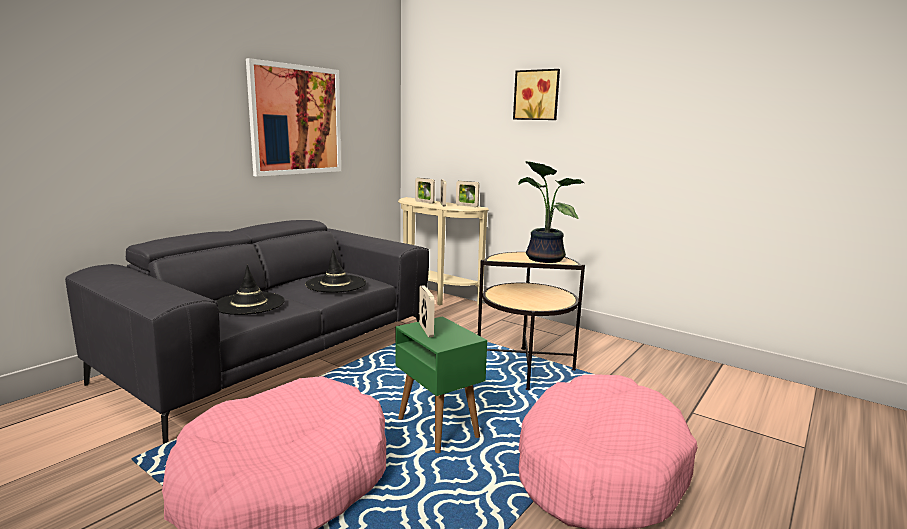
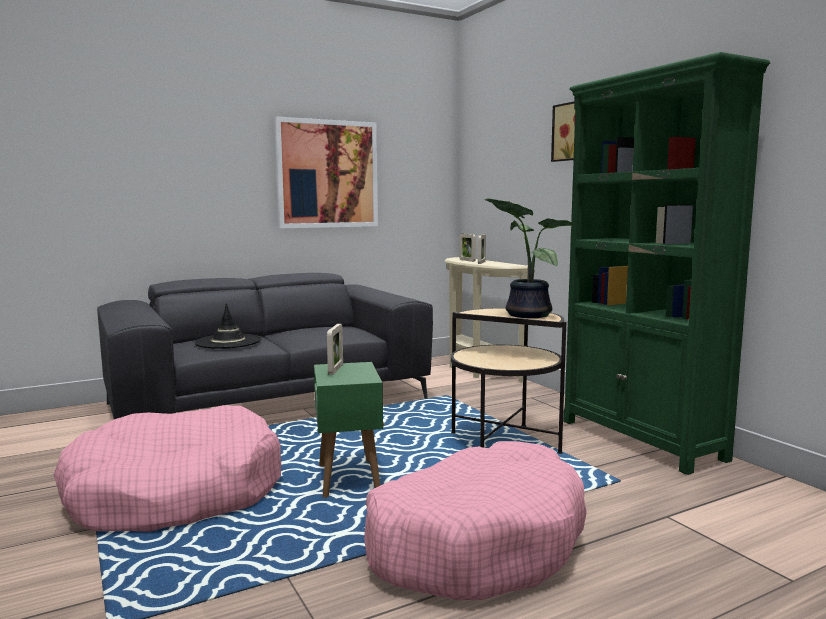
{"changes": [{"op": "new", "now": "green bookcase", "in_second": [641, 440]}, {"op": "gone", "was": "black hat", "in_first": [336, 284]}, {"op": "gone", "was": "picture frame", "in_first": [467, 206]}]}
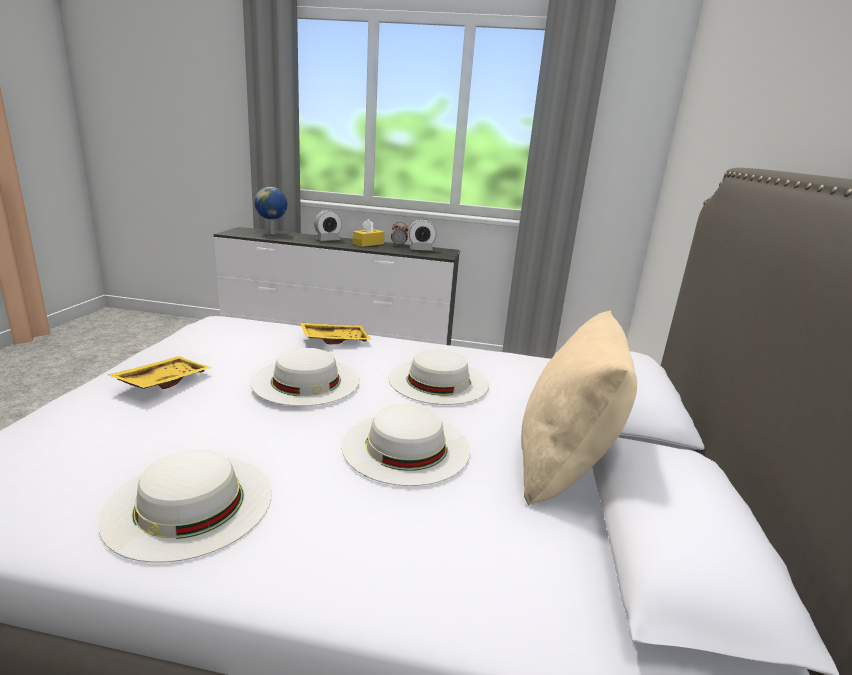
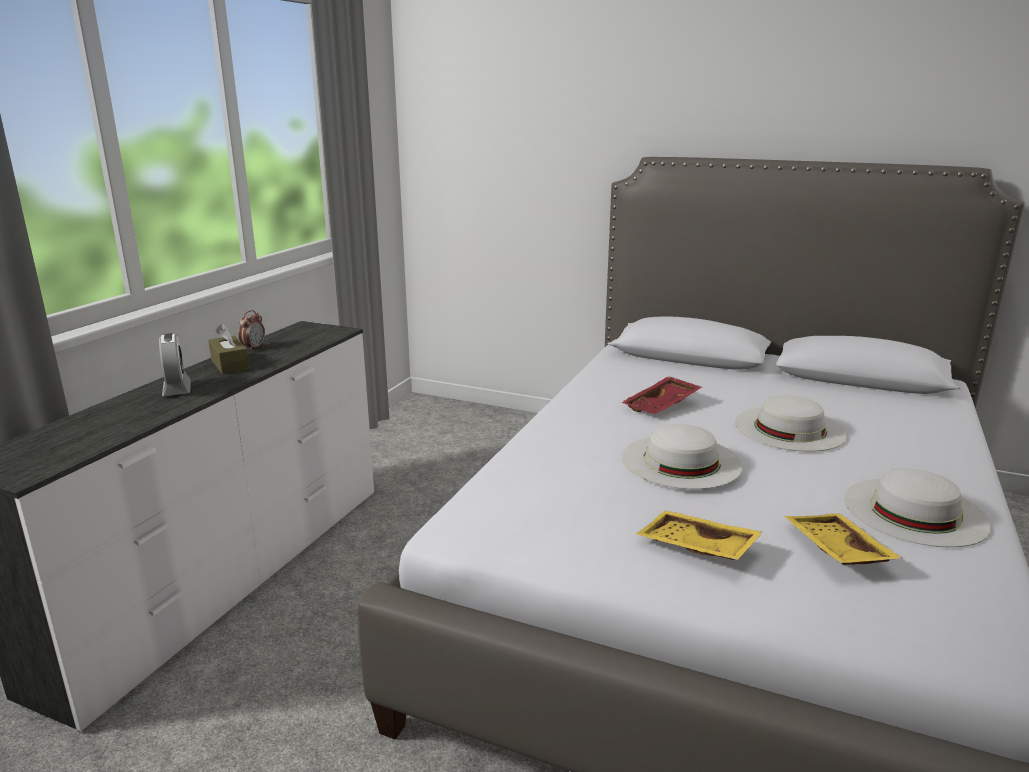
{"changes": [{"op": "repainted", "was": "yellow tissue box", "now": "brown tissue box", "in_first": [368, 244], "in_second": [230, 364]}, {"op": "swapped", "was": "white hat", "now": "red tray", "in_first": [438, 381], "in_second": [662, 405]}, {"op": "shifted", "was": "yellow tray", "in_first": [335, 339], "in_second": [835, 551]}, {"op": "gone", "was": "globe", "in_first": [272, 234]}, {"op": "gone", "was": "alarm clock", "in_first": [421, 249]}, {"op": "gone", "was": "beige pillow", "in_first": [563, 465]}]}
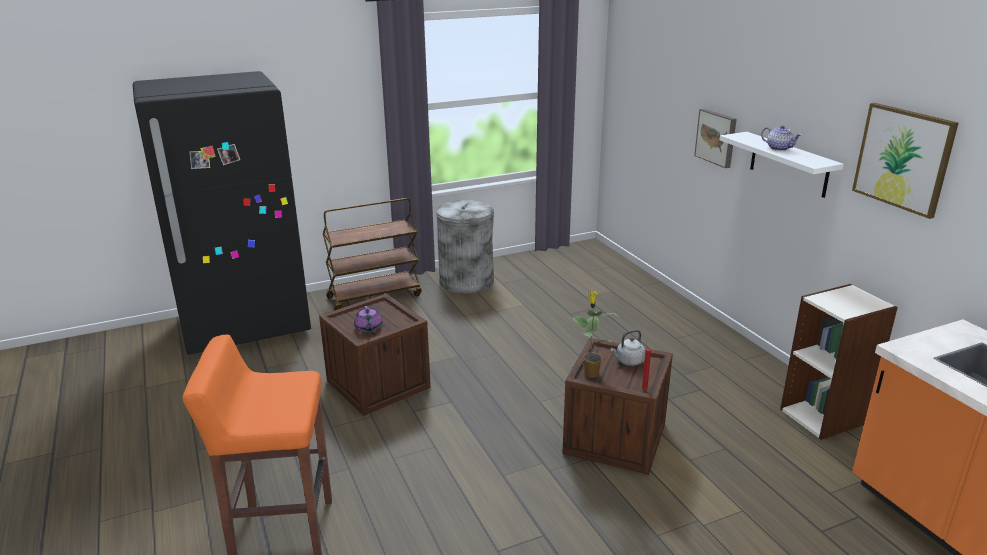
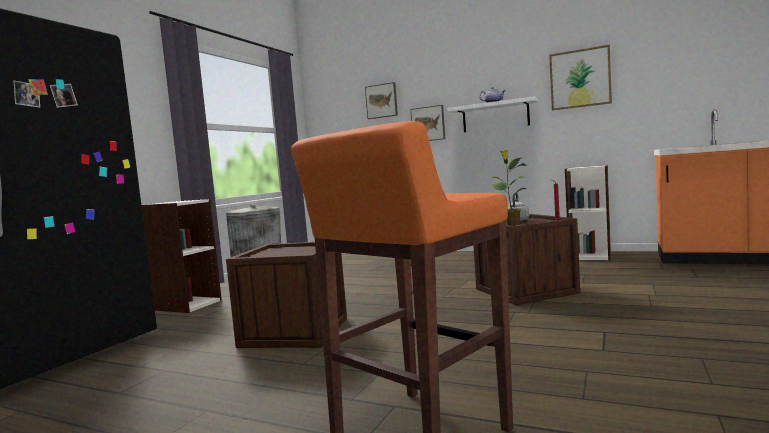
{"changes": [{"op": "swapped", "was": "brown cart", "now": "bookcase", "in_first": [375, 296], "in_second": [186, 305]}, {"op": "new", "now": "picture", "in_second": [382, 101]}, {"op": "gone", "was": "purple teapot", "in_first": [368, 328]}]}
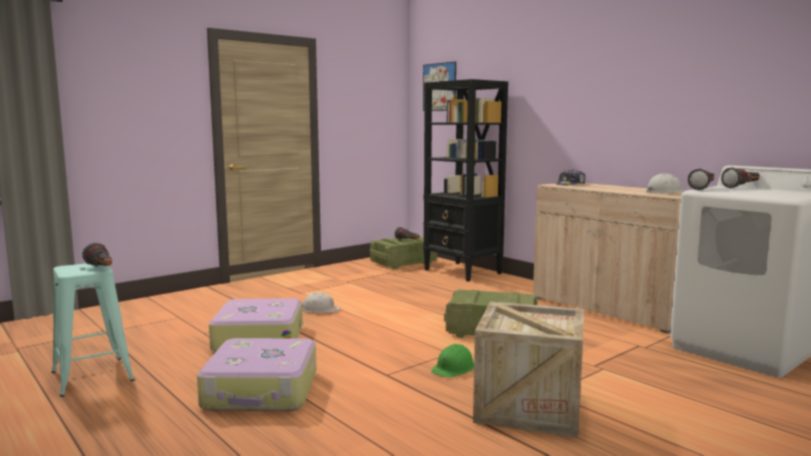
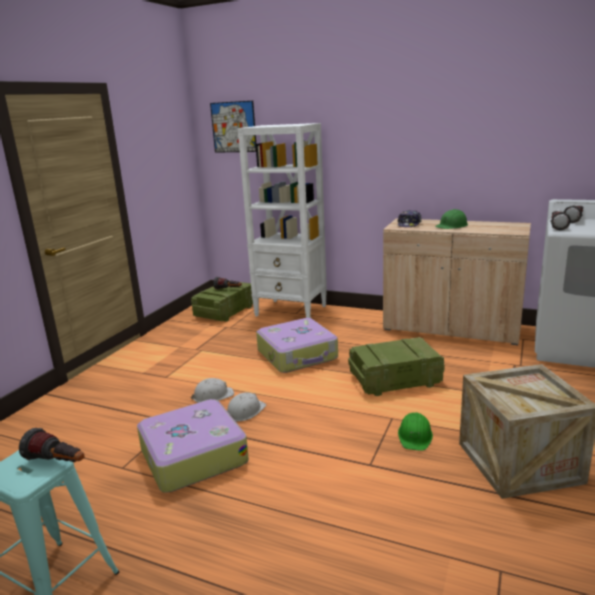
{"changes": [{"op": "shifted", "was": "white hard hat", "in_first": [664, 192], "in_second": [245, 411]}, {"op": "repainted", "was": "black bookcase", "now": "white bookcase", "in_first": [463, 272], "in_second": [291, 311]}, {"op": "shifted", "was": "suitcase", "in_first": [262, 391], "in_second": [298, 355]}, {"op": "new", "now": "green hard hat", "in_second": [452, 226]}]}
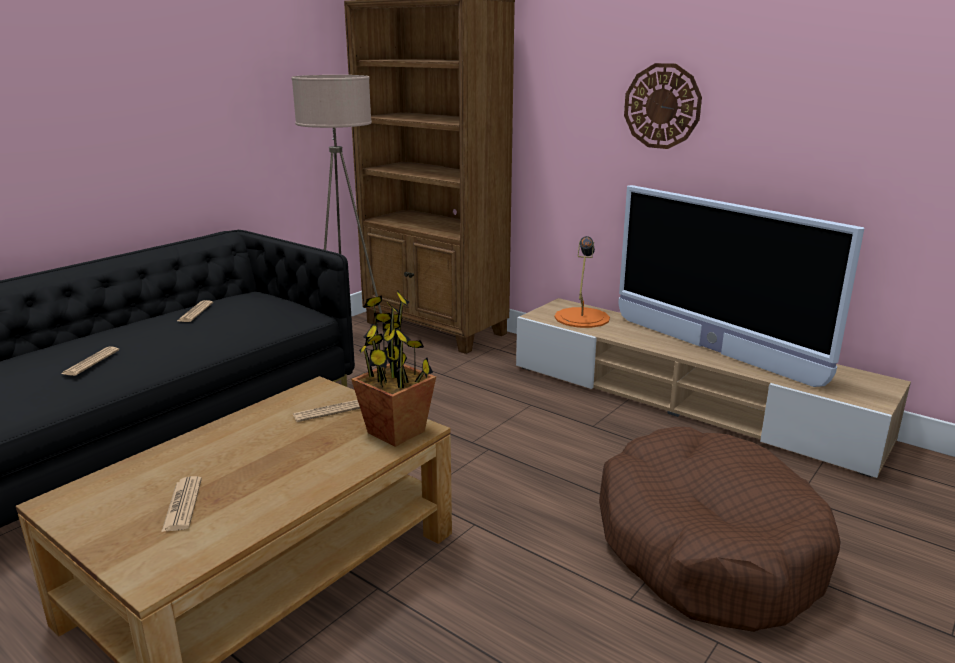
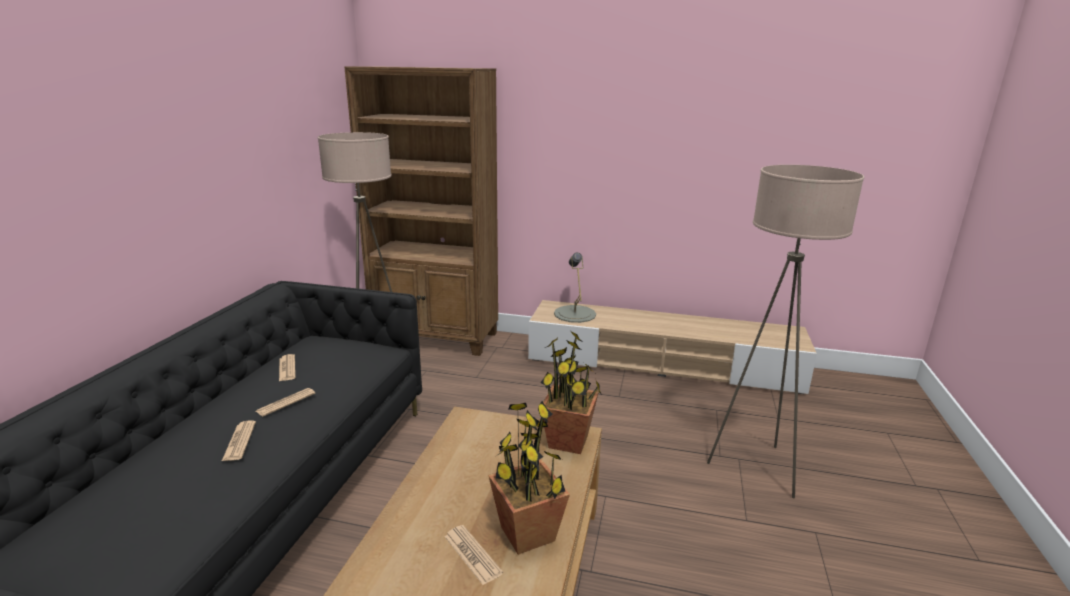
{"changes": [{"op": "shifted", "was": "newspaper", "in_first": [328, 411], "in_second": [286, 402]}, {"op": "new", "now": "potted plant", "in_second": [528, 534]}, {"op": "repainted", "was": "orange table lamp", "now": "grey table lamp", "in_first": [581, 317], "in_second": [574, 314]}, {"op": "swapped", "was": "brown dog bed", "now": "beige floor lamp", "in_first": [706, 546], "in_second": [757, 468]}, {"op": "gone", "was": "television", "in_first": [712, 350]}, {"op": "gone", "was": "wall clock", "in_first": [662, 106]}]}
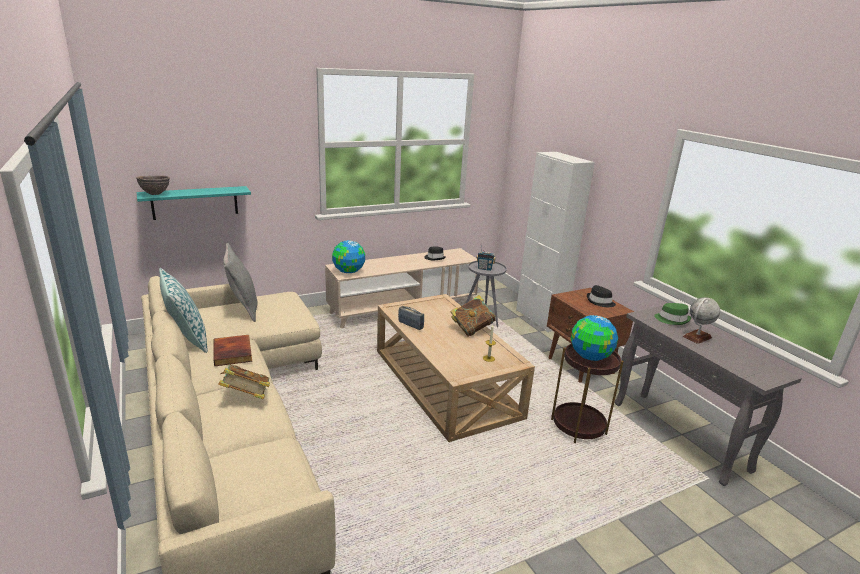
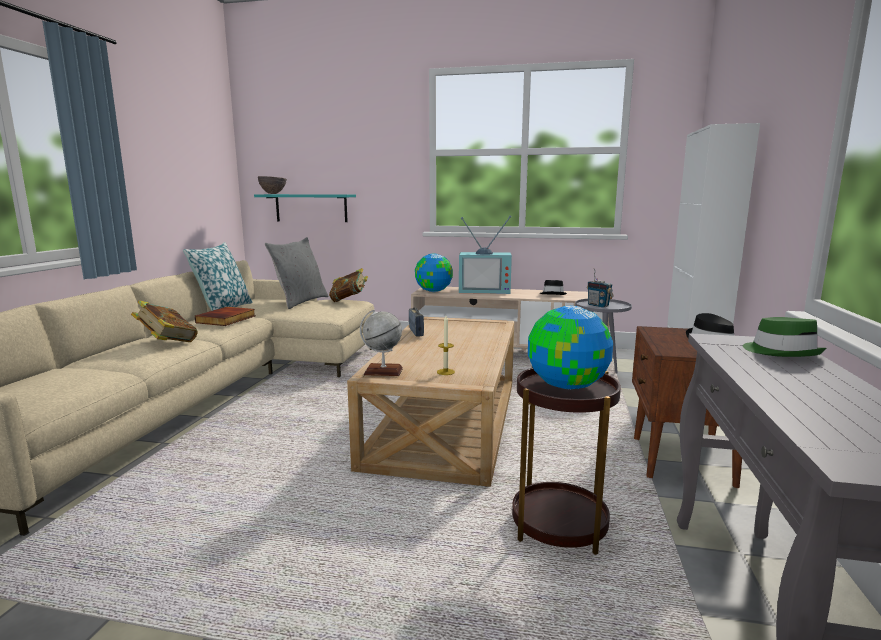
{"changes": [{"op": "shifted", "was": "book", "in_first": [472, 329], "in_second": [349, 300]}, {"op": "shifted", "was": "globe", "in_first": [697, 337], "in_second": [383, 371]}, {"op": "new", "now": "television", "in_second": [485, 290]}]}
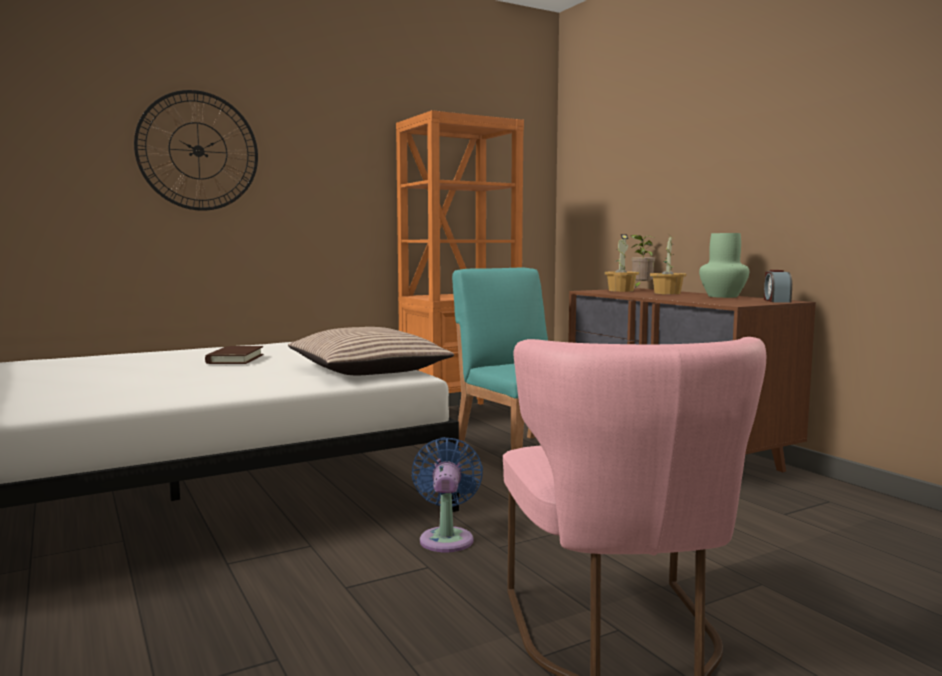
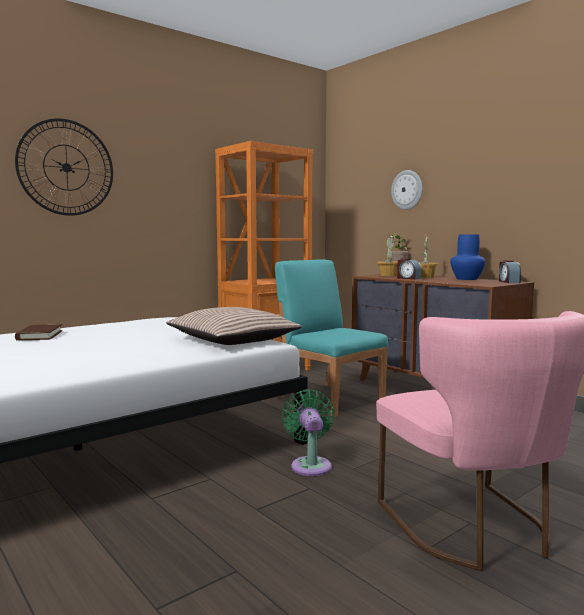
{"changes": [{"op": "shifted", "was": "brown book", "in_first": [235, 359], "in_second": [39, 335]}, {"op": "repainted", "was": "blue fan", "now": "green fan", "in_first": [447, 538], "in_second": [310, 465]}, {"op": "new", "now": "wall clock", "in_second": [407, 190]}, {"op": "new", "now": "alarm clock", "in_second": [408, 278]}, {"op": "repainted", "was": "green vase", "now": "blue vase", "in_first": [722, 296], "in_second": [466, 279]}]}
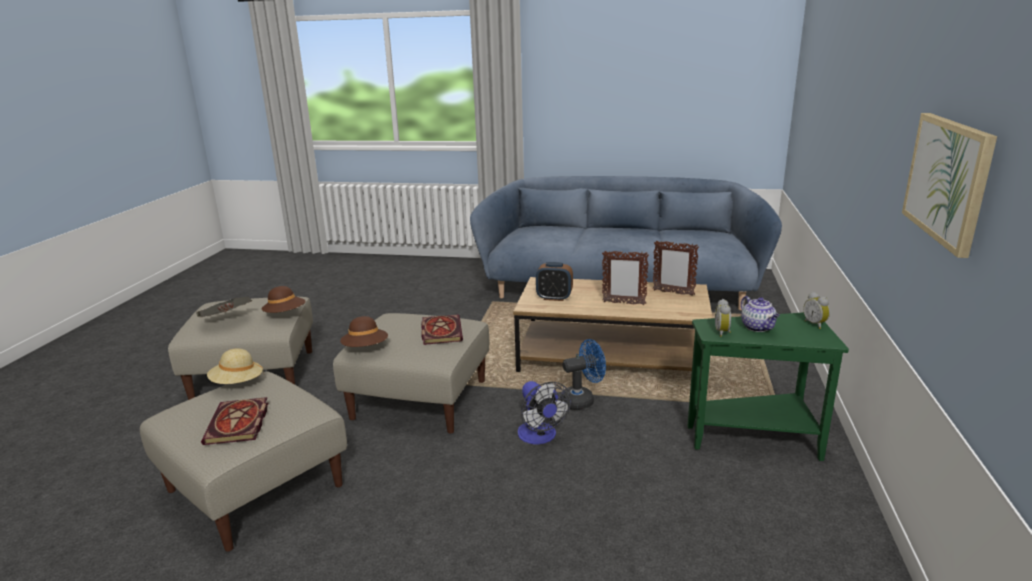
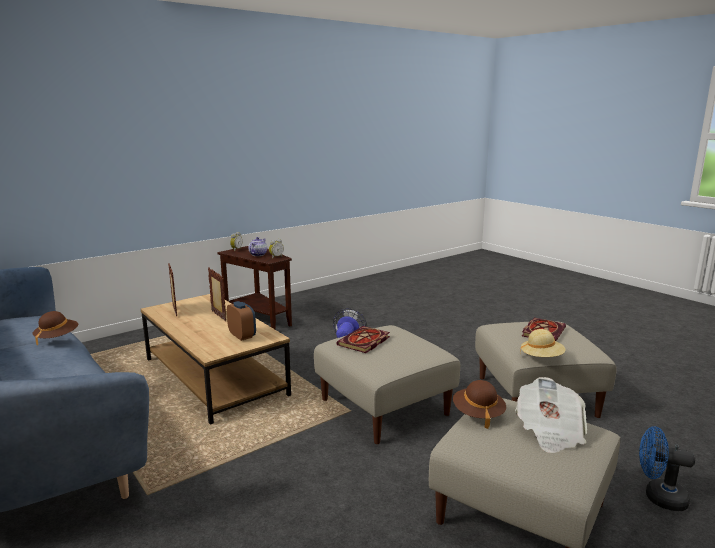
{"changes": [{"op": "shifted", "was": "brown hat", "in_first": [365, 348], "in_second": [57, 338]}, {"op": "repainted", "was": "green side table", "now": "brown side table", "in_first": [757, 438], "in_second": [259, 319]}, {"op": "shifted", "was": "blue fan", "in_first": [582, 400], "in_second": [658, 497]}, {"op": "gone", "was": "picture", "in_first": [948, 180]}]}
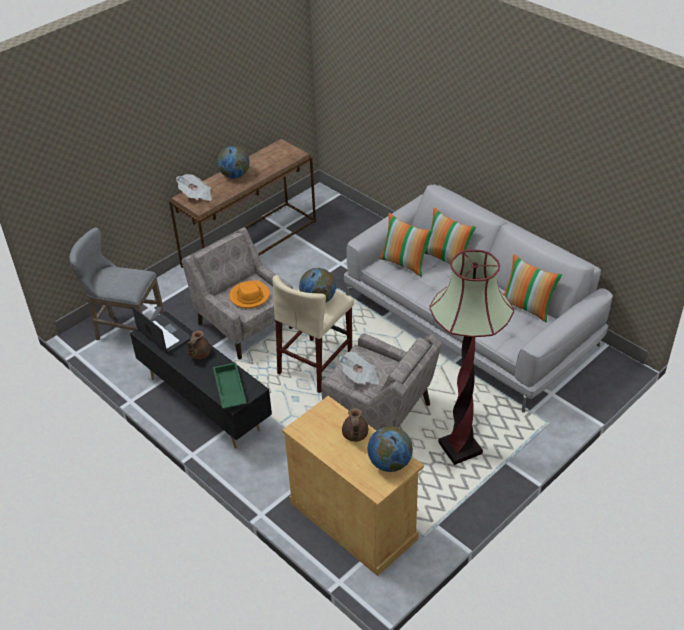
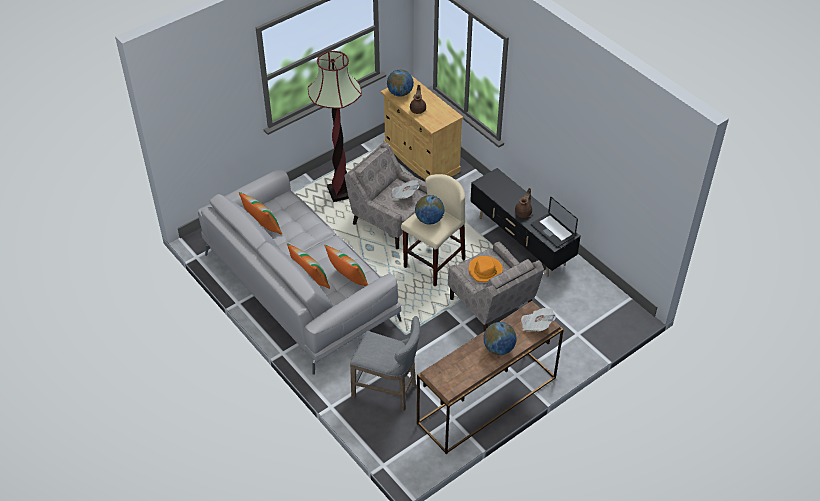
{"changes": [{"op": "shifted", "was": "grey stool", "in_first": [127, 331], "in_second": [388, 391]}, {"op": "gone", "was": "green tray", "in_first": [229, 390]}]}
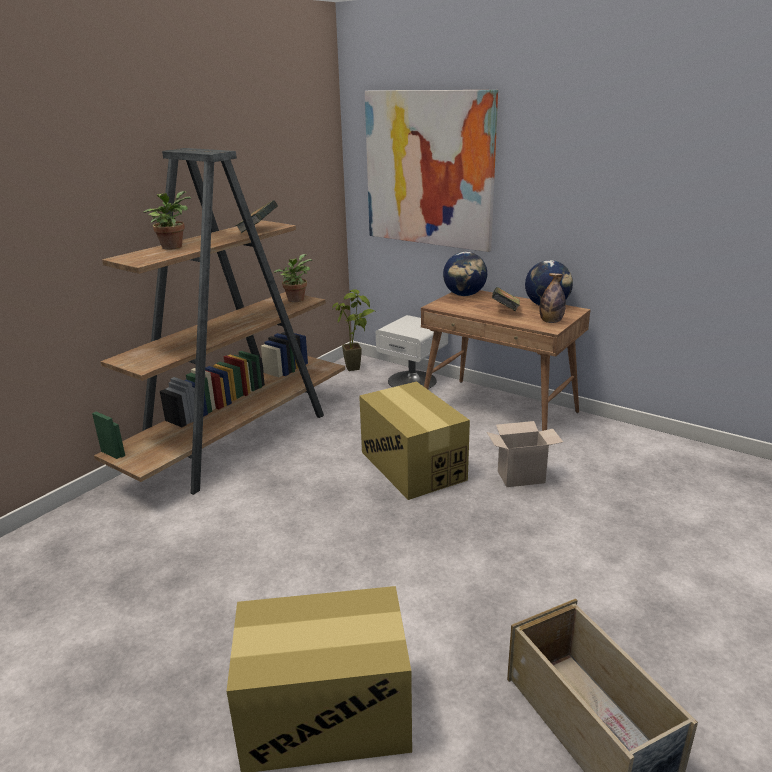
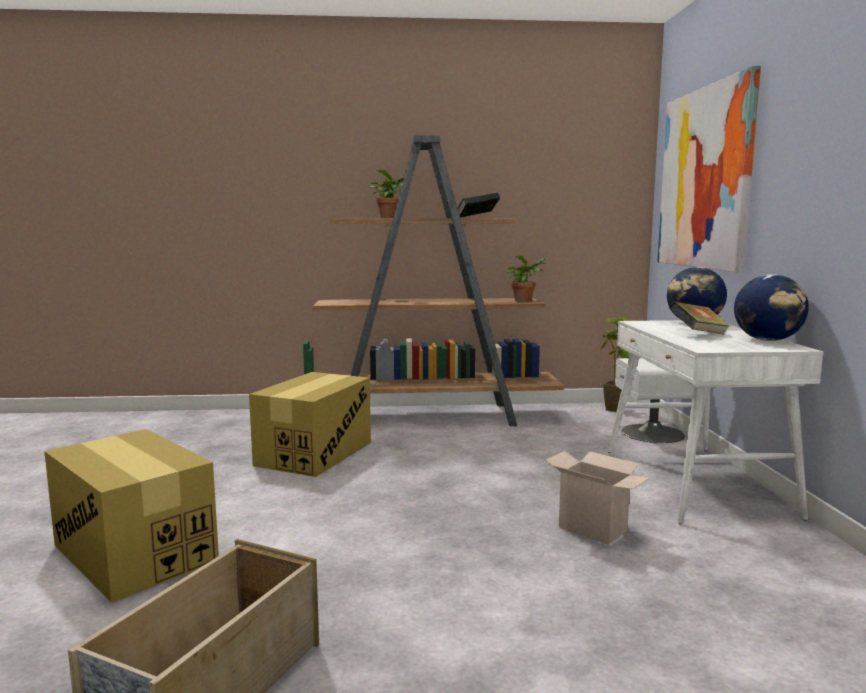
{"changes": [{"op": "shifted", "was": "cardboard box", "in_first": [412, 465], "in_second": [315, 453]}, {"op": "repainted", "was": "brown desk", "now": "white desk", "in_first": [499, 411], "in_second": [695, 482]}, {"op": "gone", "was": "bottle", "in_first": [551, 321]}]}
